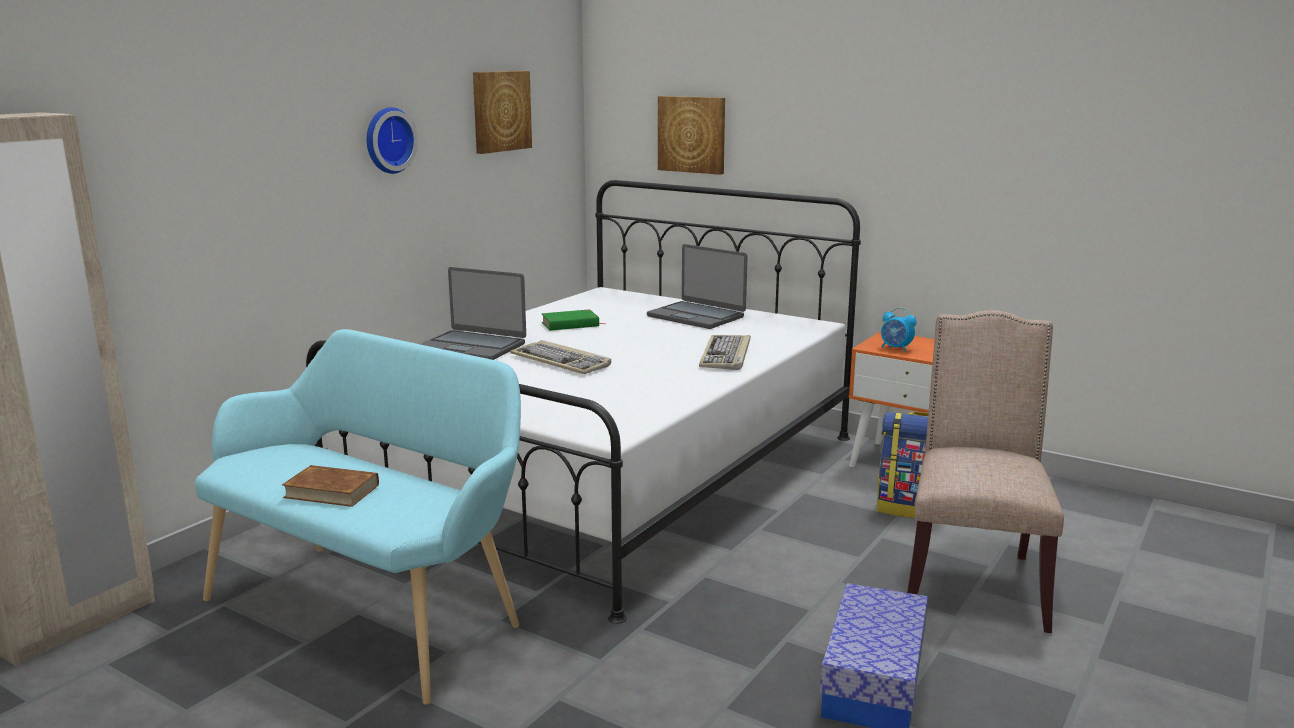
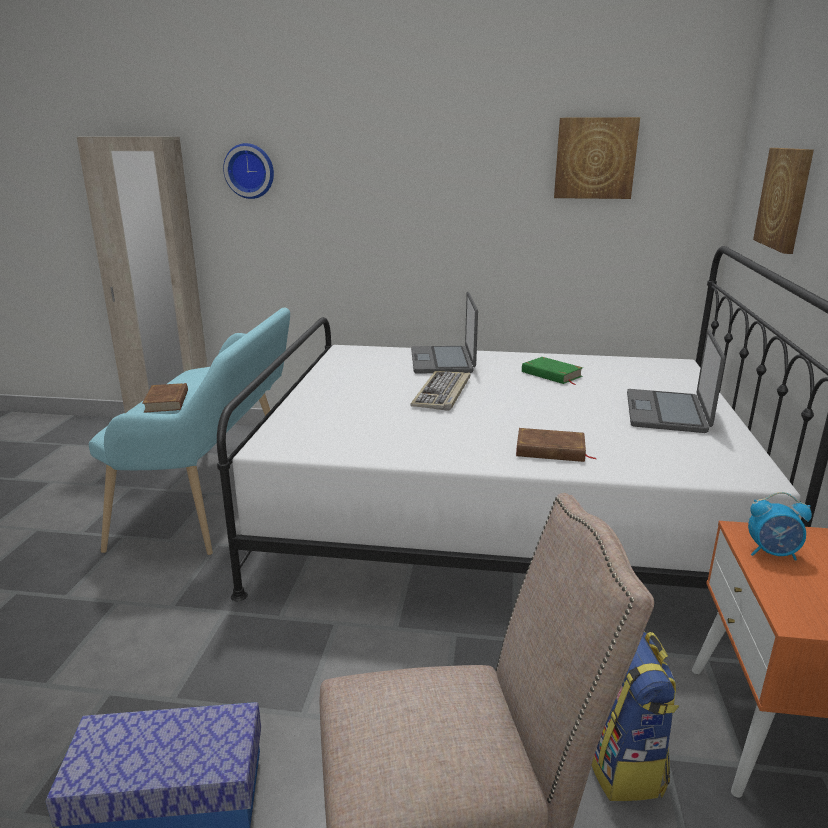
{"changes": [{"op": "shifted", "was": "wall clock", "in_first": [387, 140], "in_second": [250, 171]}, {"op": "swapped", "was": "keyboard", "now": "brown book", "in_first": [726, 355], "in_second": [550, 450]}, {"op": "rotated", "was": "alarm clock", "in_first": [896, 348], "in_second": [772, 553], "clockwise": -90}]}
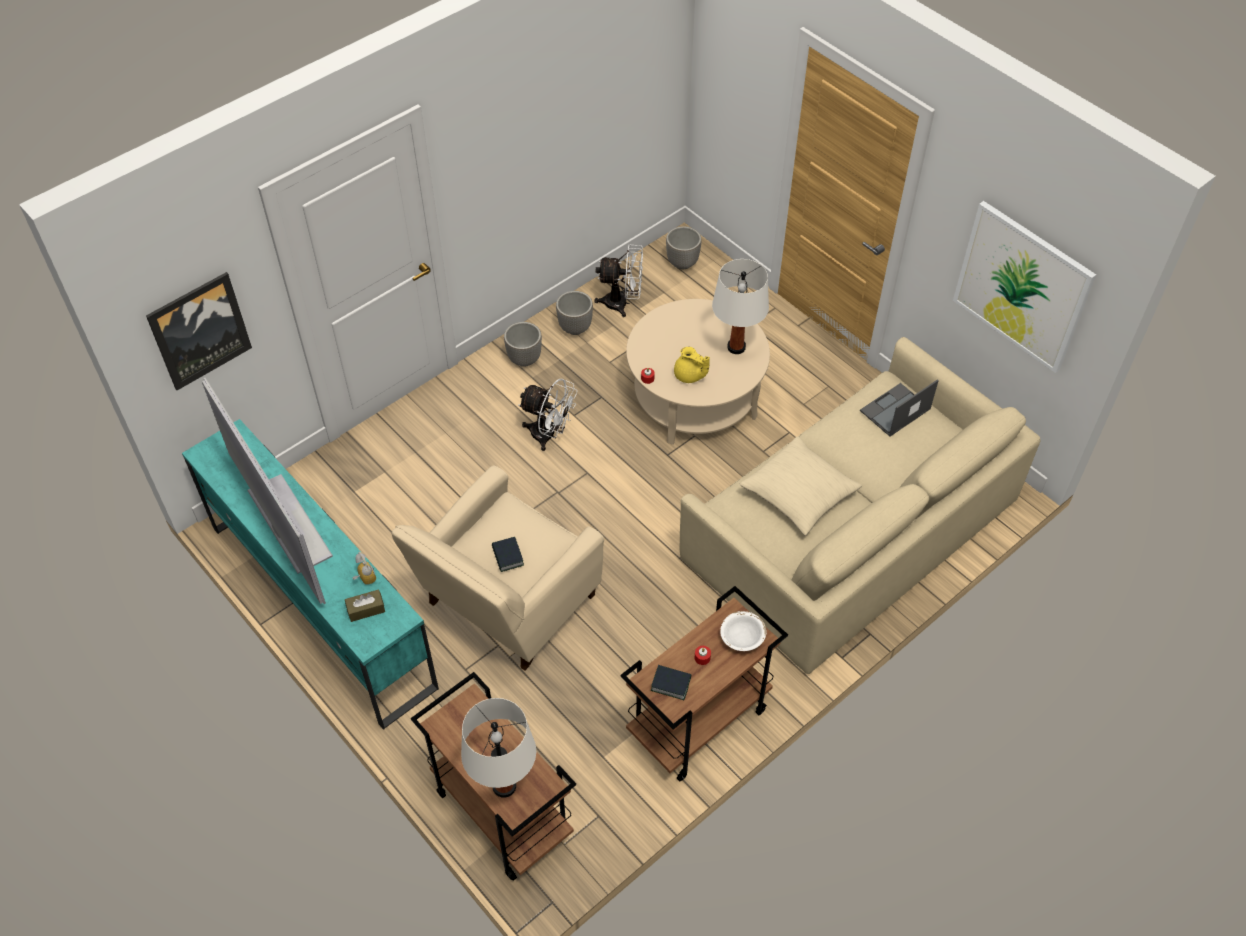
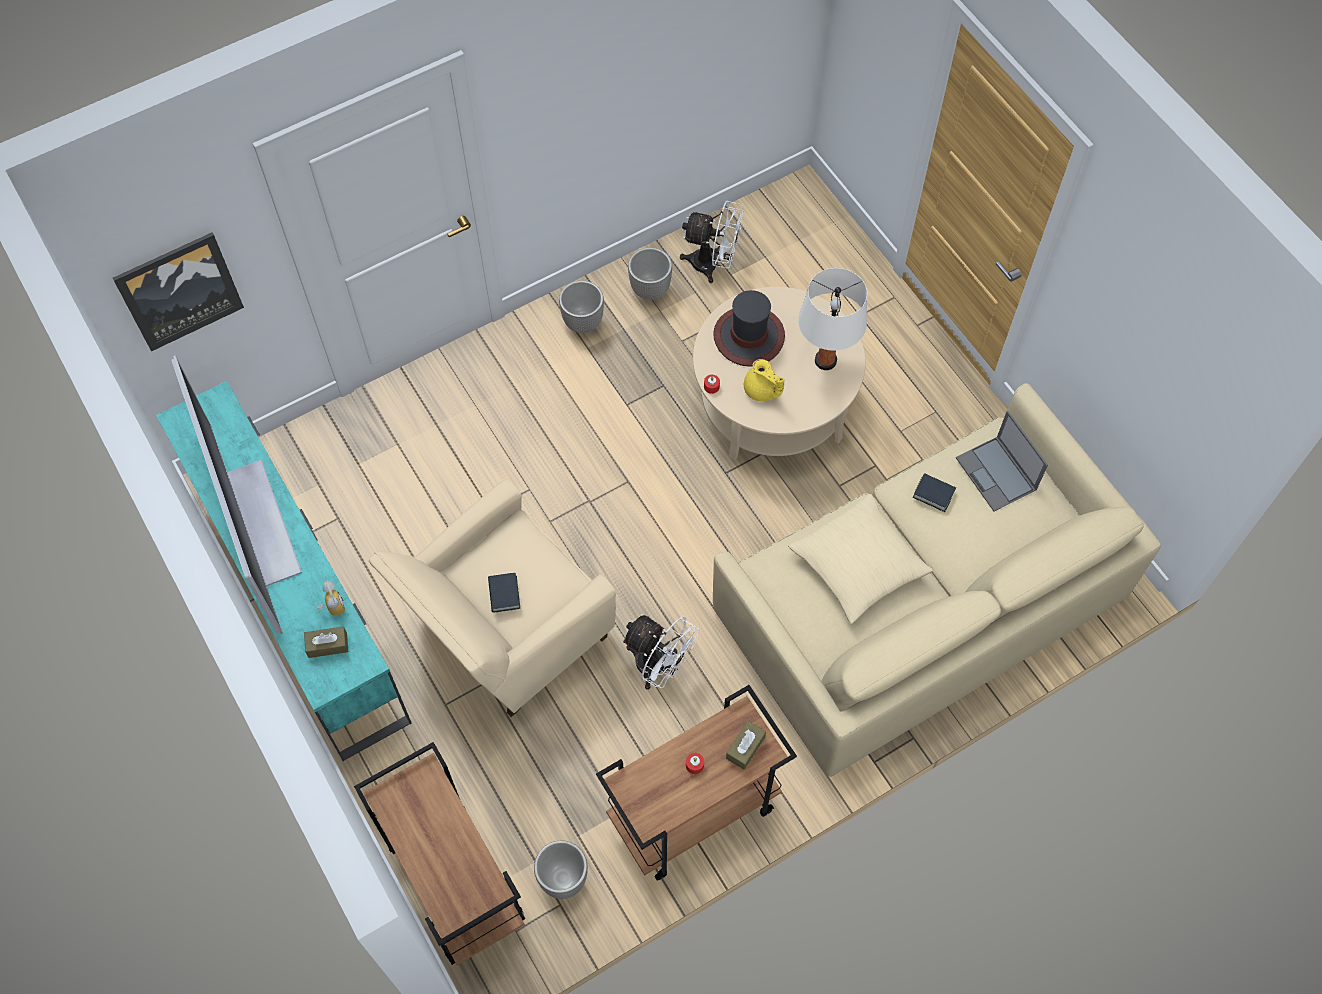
{"changes": [{"op": "shifted", "was": "planter", "in_first": [682, 263], "in_second": [563, 878]}, {"op": "shifted", "was": "white fan", "in_first": [549, 435], "in_second": [658, 667]}, {"op": "new", "now": "hat", "in_second": [749, 337]}, {"op": "swapped", "was": "white bowl", "now": "brown tissue box", "in_first": [742, 637], "in_second": [745, 748]}, {"op": "shifted", "was": "book", "in_first": [671, 684], "in_second": [933, 494]}, {"op": "rotated", "was": "laptop", "in_first": [894, 410], "in_second": [997, 474], "clockwise": -90}, {"op": "gone", "was": "white table lamp", "in_first": [504, 786]}, {"op": "gone", "was": "picture", "in_first": [1022, 286]}]}
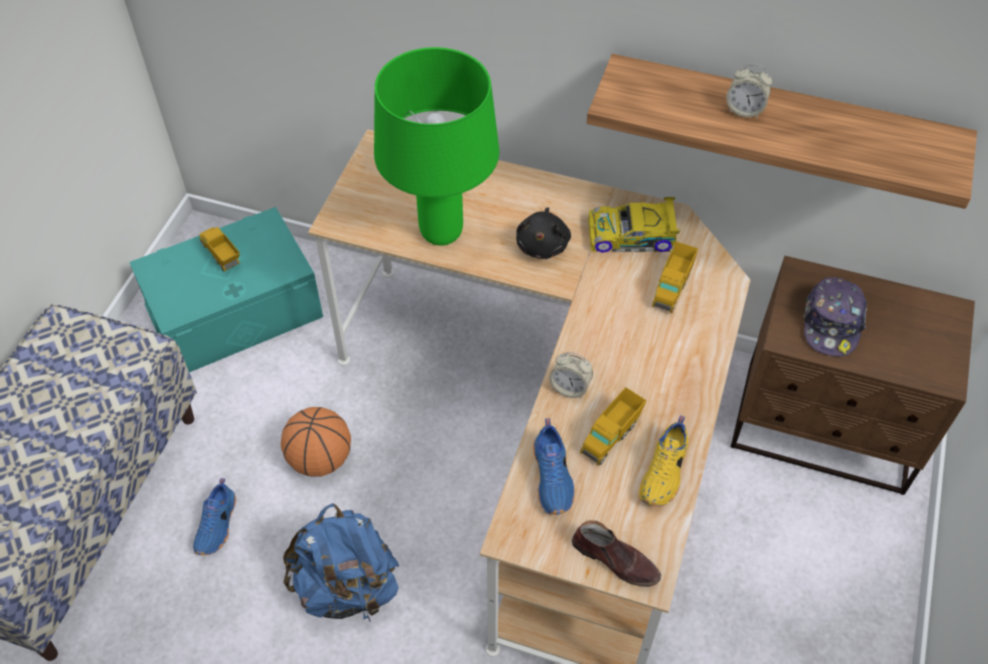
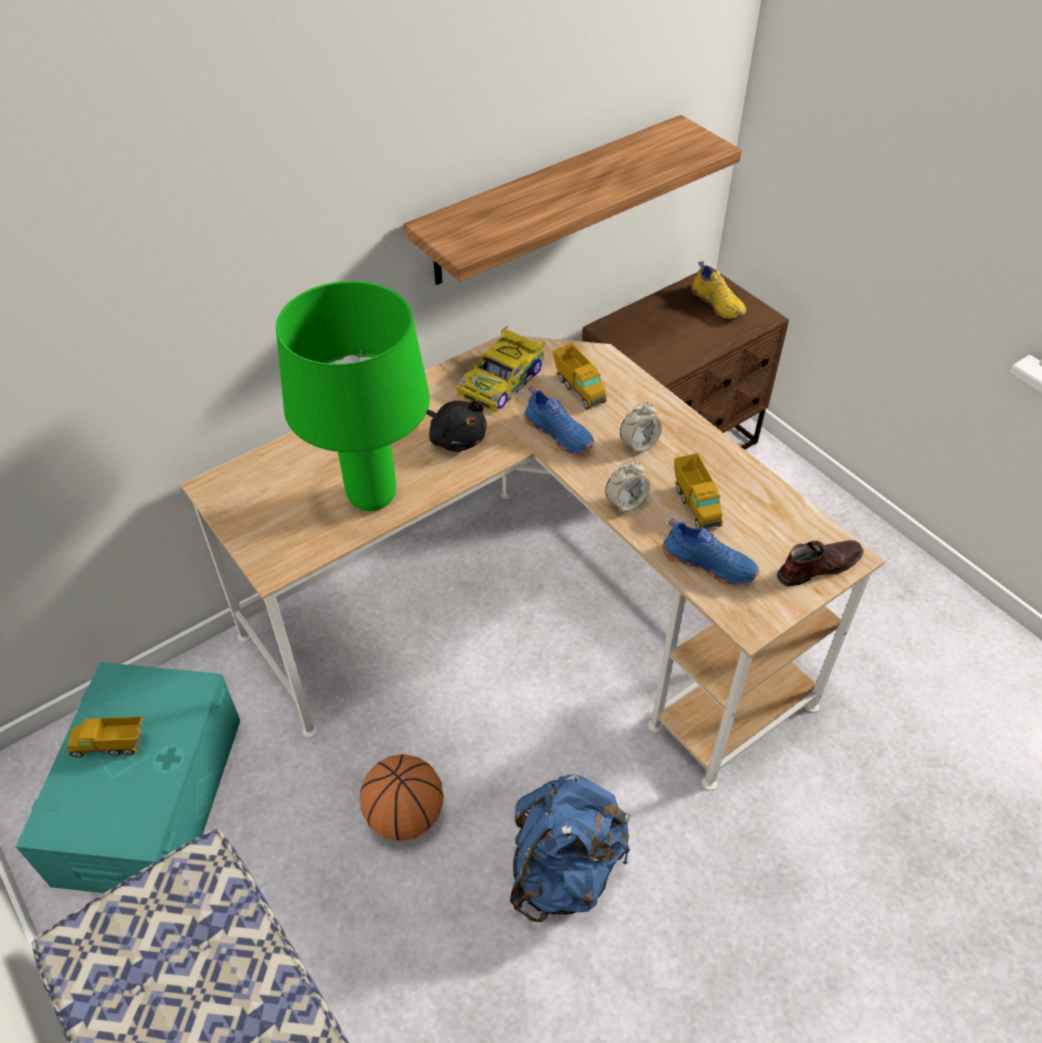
{"changes": [{"op": "shifted", "was": "blue shoe", "in_first": [218, 525], "in_second": [560, 433]}, {"op": "shifted", "was": "alarm clock", "in_first": [744, 110], "in_second": [639, 444]}, {"op": "shifted", "was": "yellow shoe", "in_first": [665, 472], "in_second": [718, 304]}, {"op": "gone", "was": "cap", "in_first": [832, 323]}]}
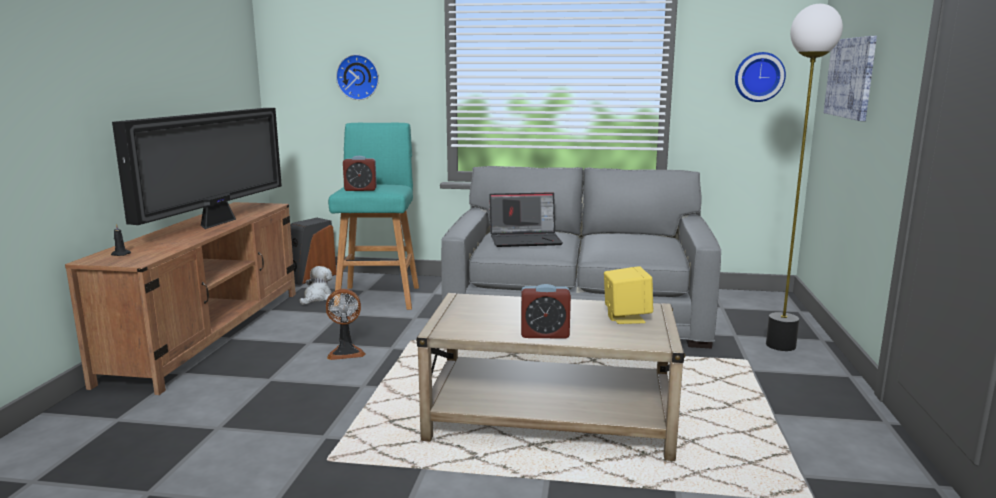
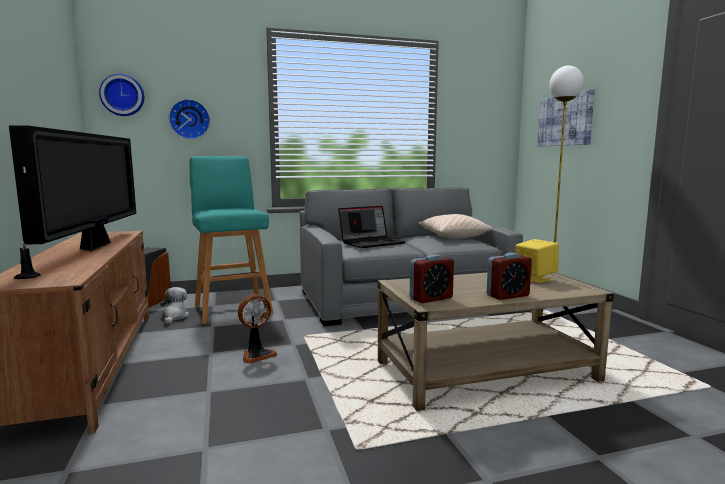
{"changes": [{"op": "shifted", "was": "wall clock", "in_first": [759, 77], "in_second": [122, 95]}, {"op": "shifted", "was": "alarm clock", "in_first": [360, 189], "in_second": [431, 298]}, {"op": "new", "now": "beige pillow", "in_second": [453, 236]}]}
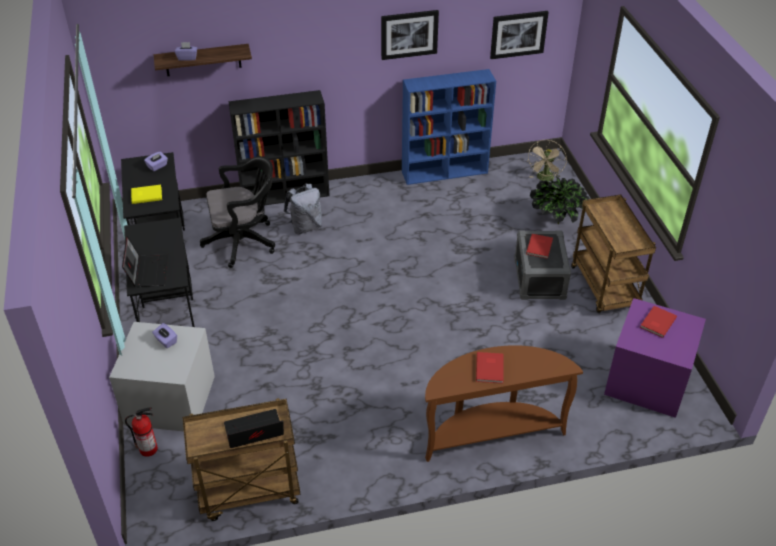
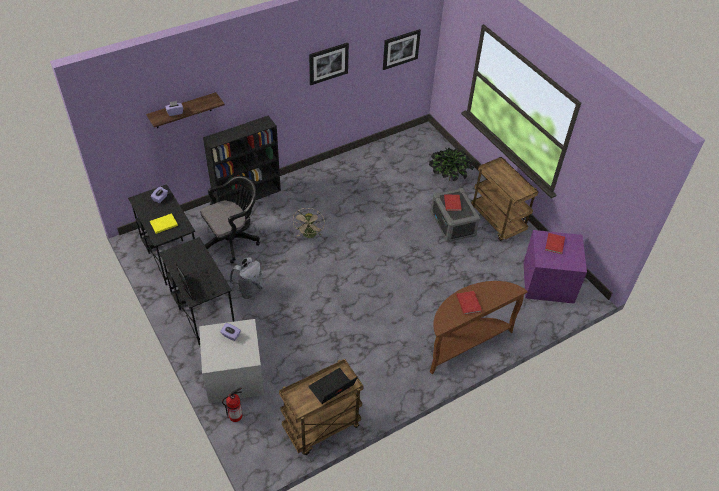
{"changes": [{"op": "shifted", "was": "grey backpack", "in_first": [305, 227], "in_second": [249, 290]}, {"op": "shifted", "was": "beige fan", "in_first": [545, 179], "in_second": [309, 235]}, {"op": "gone", "was": "blue bookcase", "in_first": [445, 172]}]}
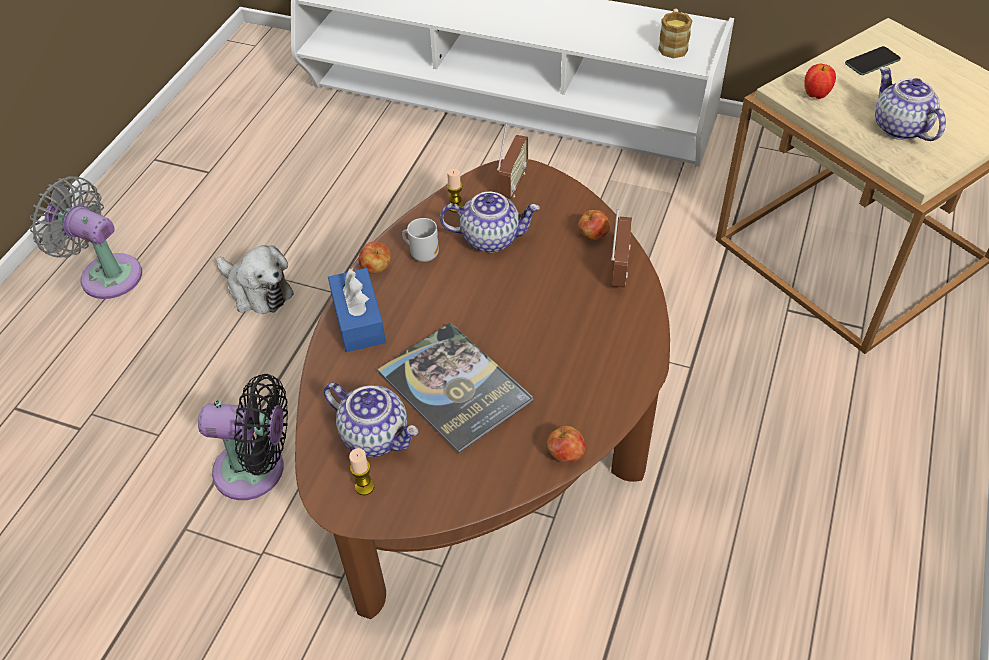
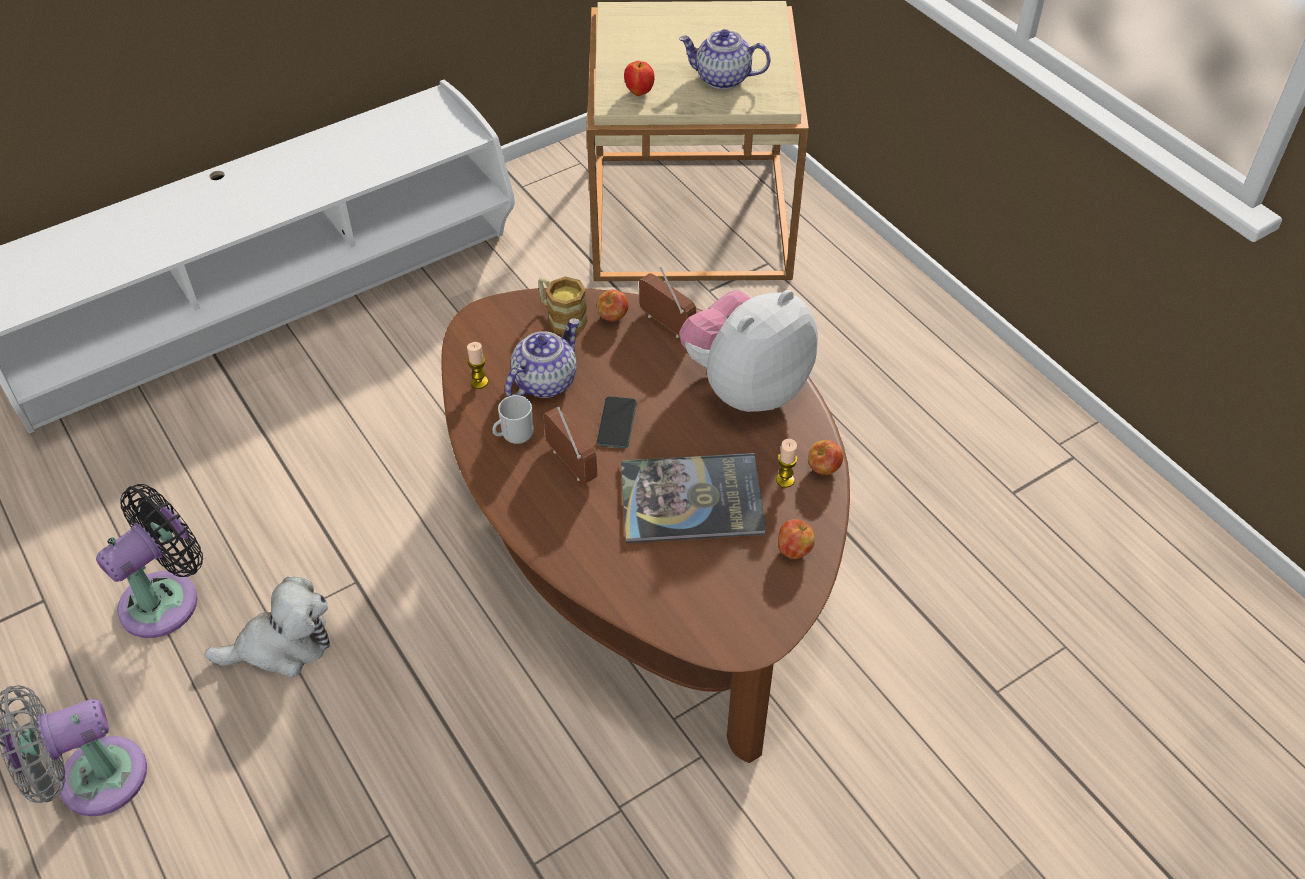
{"changes": [{"op": "shifted", "was": "black fan", "in_first": [257, 470], "in_second": [166, 599]}, {"op": "shifted", "was": "mug", "in_first": [673, 45], "in_second": [561, 318]}, {"op": "shifted", "was": "radio", "in_first": [513, 184], "in_second": [570, 463]}, {"op": "shifted", "was": "phone", "in_first": [872, 62], "in_second": [616, 423]}, {"op": "new", "now": "plush toy", "in_second": [746, 387]}, {"op": "shifted", "was": "candle", "in_first": [364, 487], "in_second": [785, 480]}, {"op": "shifted", "was": "apple", "in_first": [376, 269], "in_second": [794, 550]}, {"op": "gone", "was": "teapot", "in_first": [376, 435]}, {"op": "gone", "was": "blue tissue box", "in_first": [358, 320]}]}
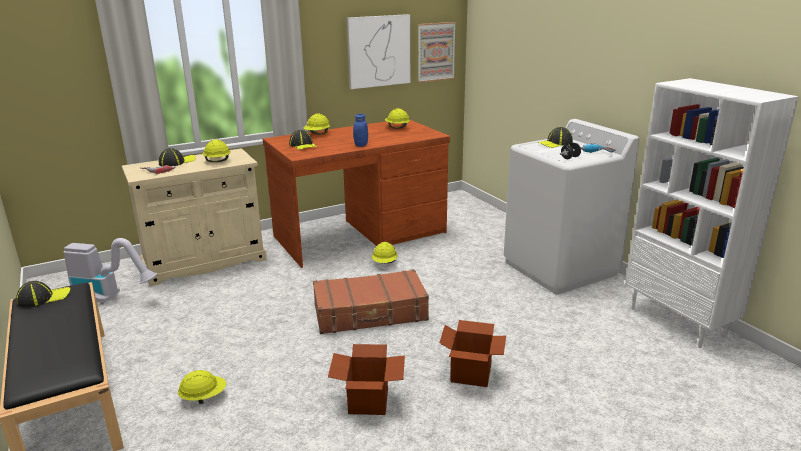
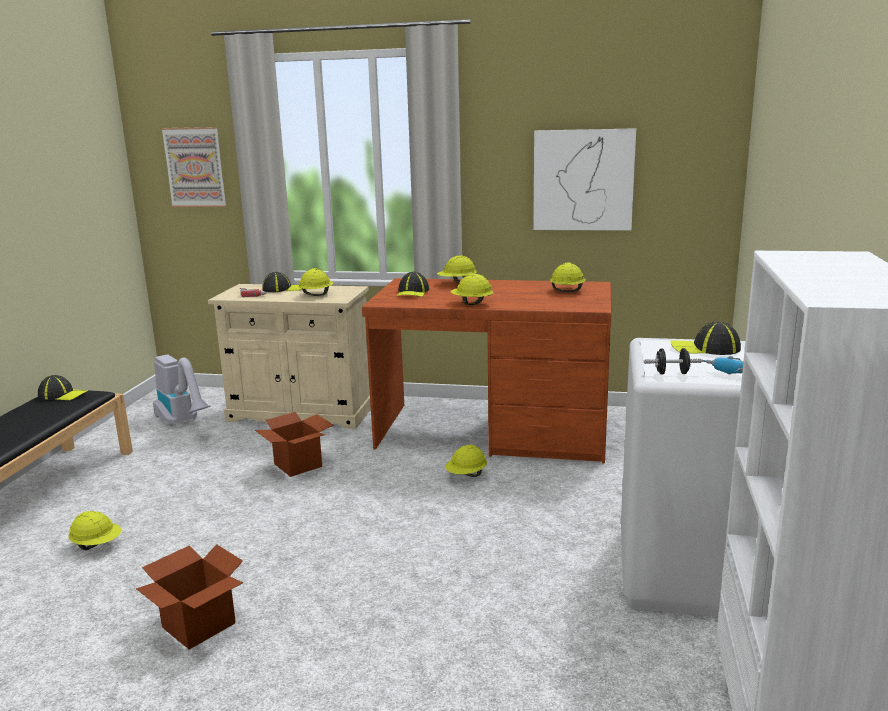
{"changes": [{"op": "shifted", "was": "picture", "in_first": [436, 52], "in_second": [195, 167]}, {"op": "shifted", "was": "cardboard box", "in_first": [470, 374], "in_second": [297, 465]}, {"op": "swapped", "was": "blue jar", "now": "yellow hard hat", "in_first": [361, 145], "in_second": [472, 303]}, {"op": "gone", "was": "brown suitcase", "in_first": [370, 313]}]}
